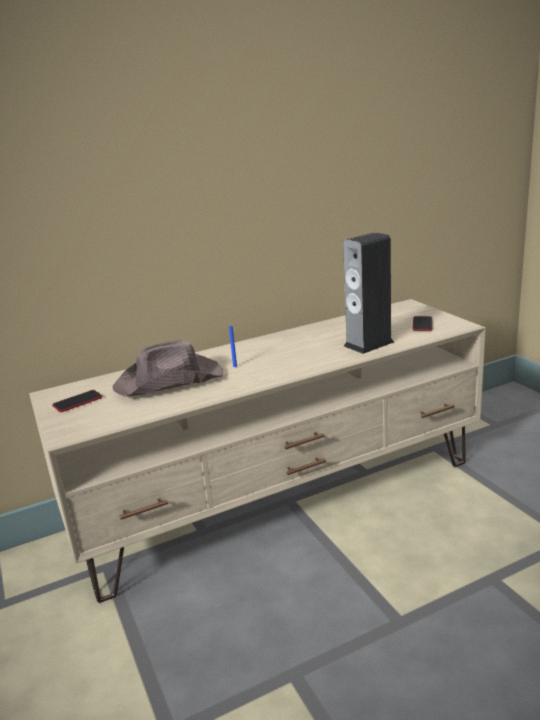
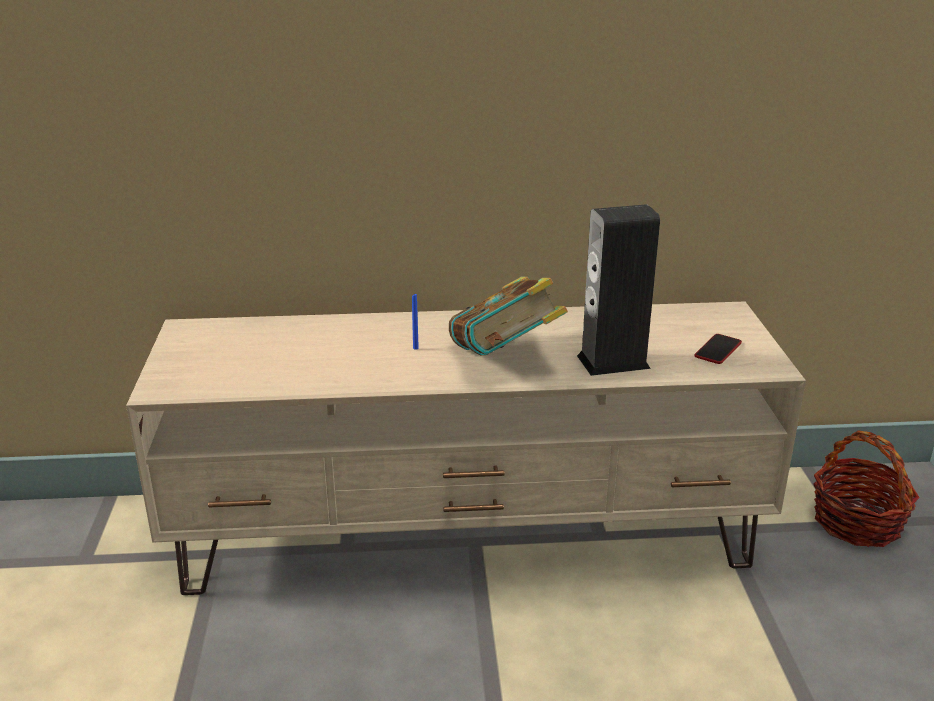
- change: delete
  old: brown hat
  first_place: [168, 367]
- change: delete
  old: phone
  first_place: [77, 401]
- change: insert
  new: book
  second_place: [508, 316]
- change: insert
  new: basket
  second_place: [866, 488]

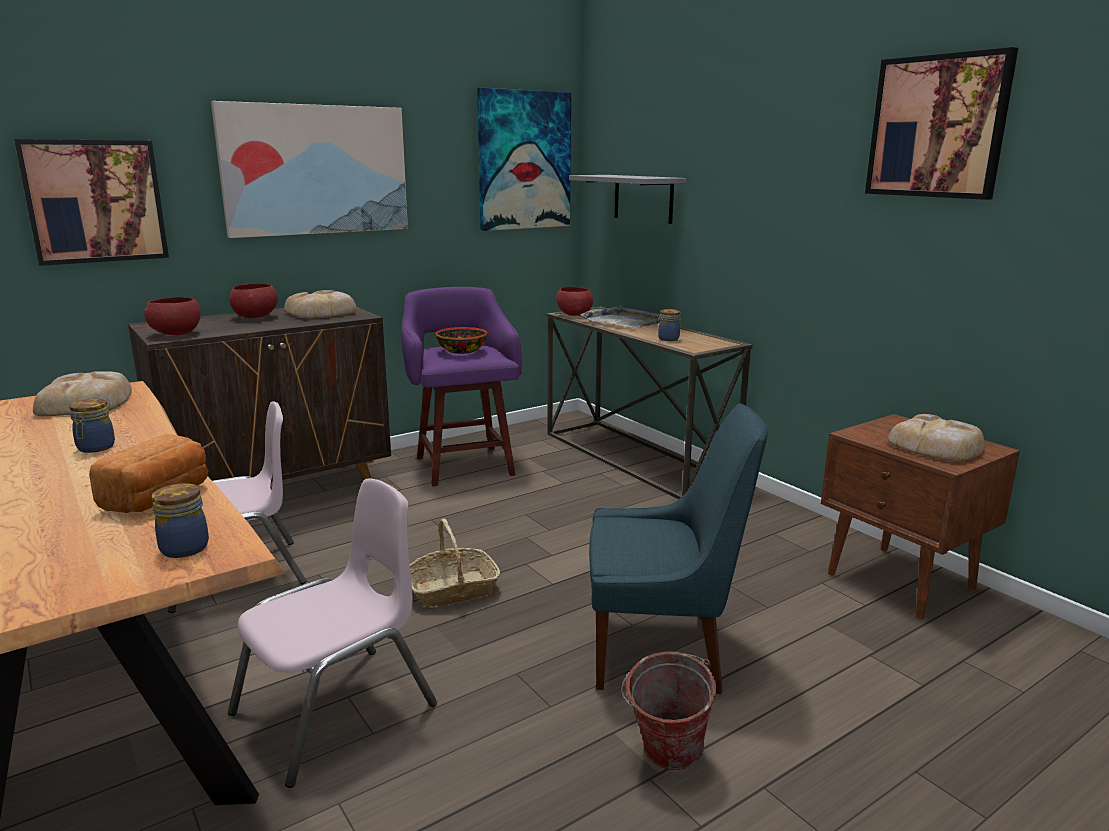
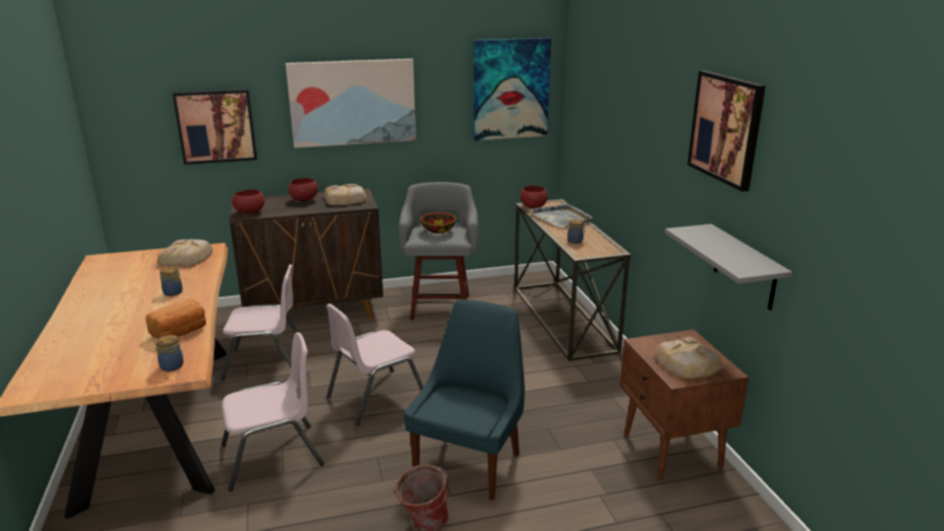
- change: move
  old: grey shelf
  first_place: [627, 199]
  second_place: [728, 267]
- change: recolor
  old: purple stool
  new: grey stool
  first_place: [461, 386]
  second_place: [438, 251]
- change: rotate
  old: blue chair
  first_place: [678, 549]
  second_place: [464, 400]
  degrees: -90
- change: replace
  old: basket
  new: pink chair
  first_place: [455, 563]
  second_place: [375, 364]

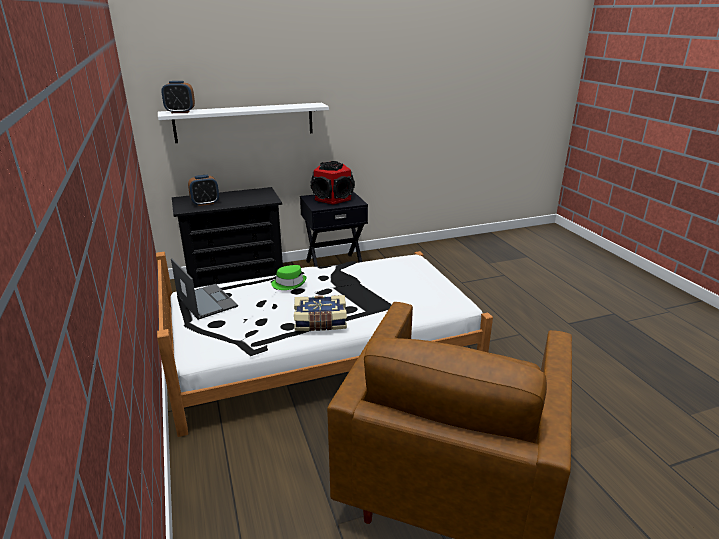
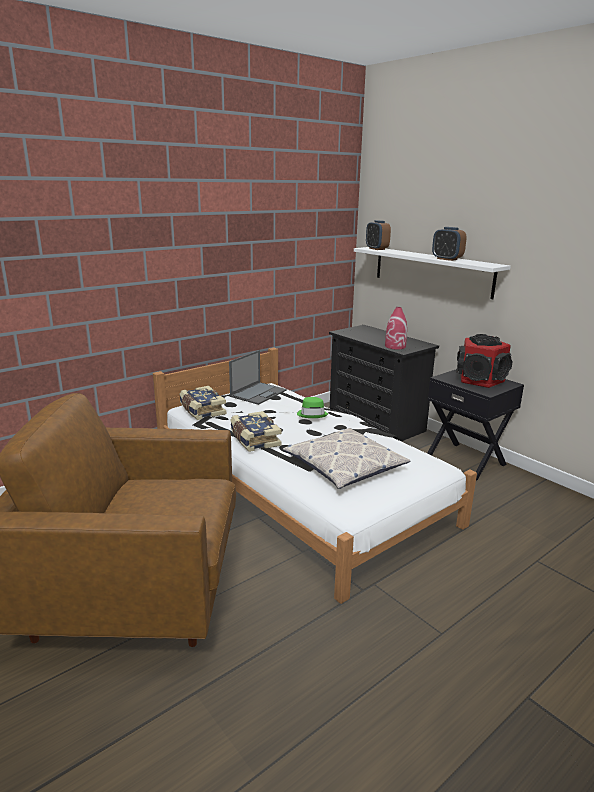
- change: move
  old: alarm clock
  first_place: [203, 190]
  second_place: [449, 244]
- change: insert
  new: red vase
  second_place: [396, 328]
- change: insert
  new: book
  second_place: [202, 403]
- change: insert
  new: pillow
  second_place: [346, 458]

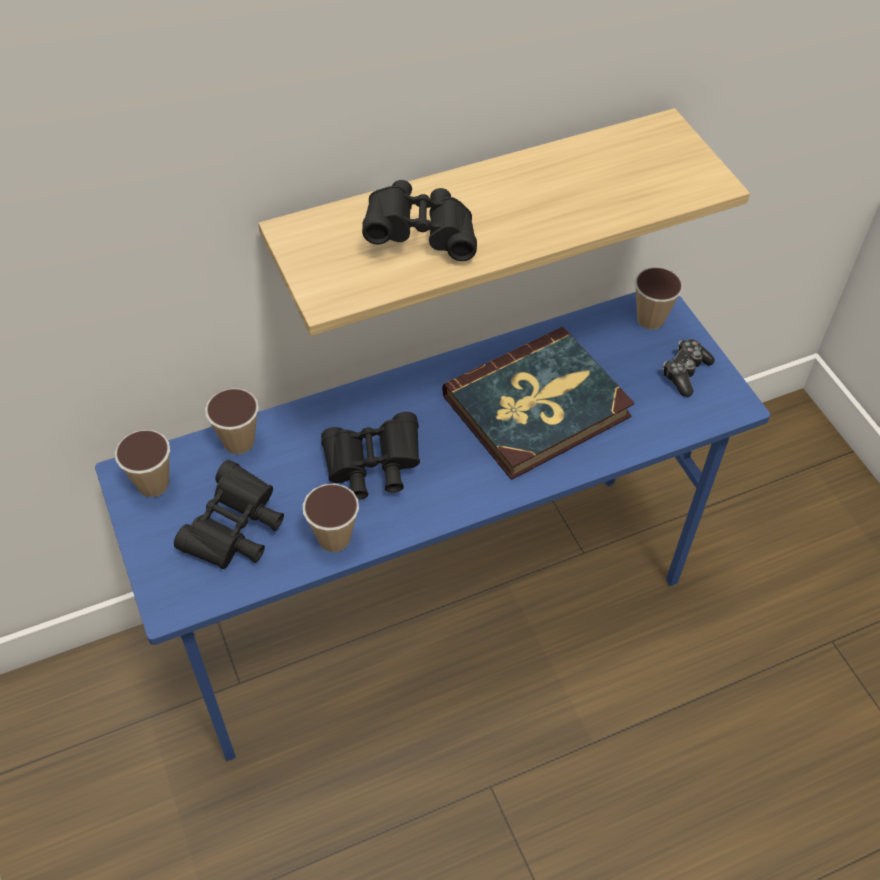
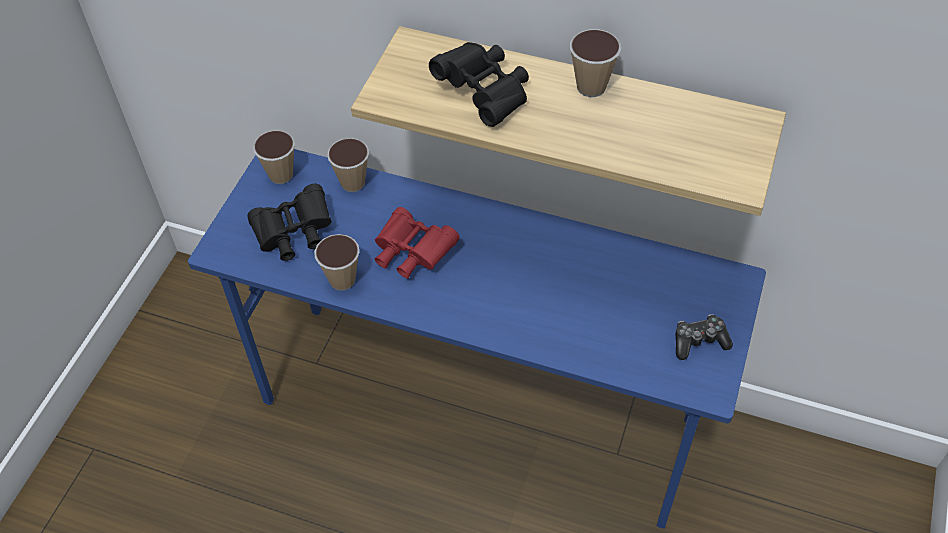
- change: move
  old: cup
  first_place: [659, 298]
  second_place: [595, 63]
- change: delete
  old: book
  first_place: [538, 403]
- change: recolor
  old: black binoculars
  new: red binoculars
  first_place: [370, 456]
  second_place: [417, 242]

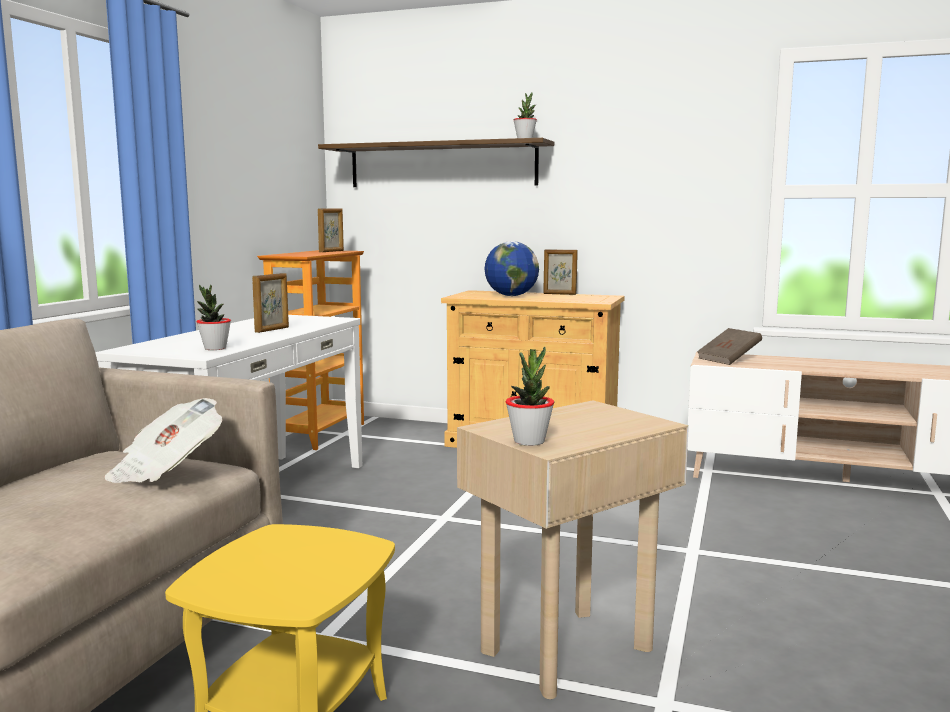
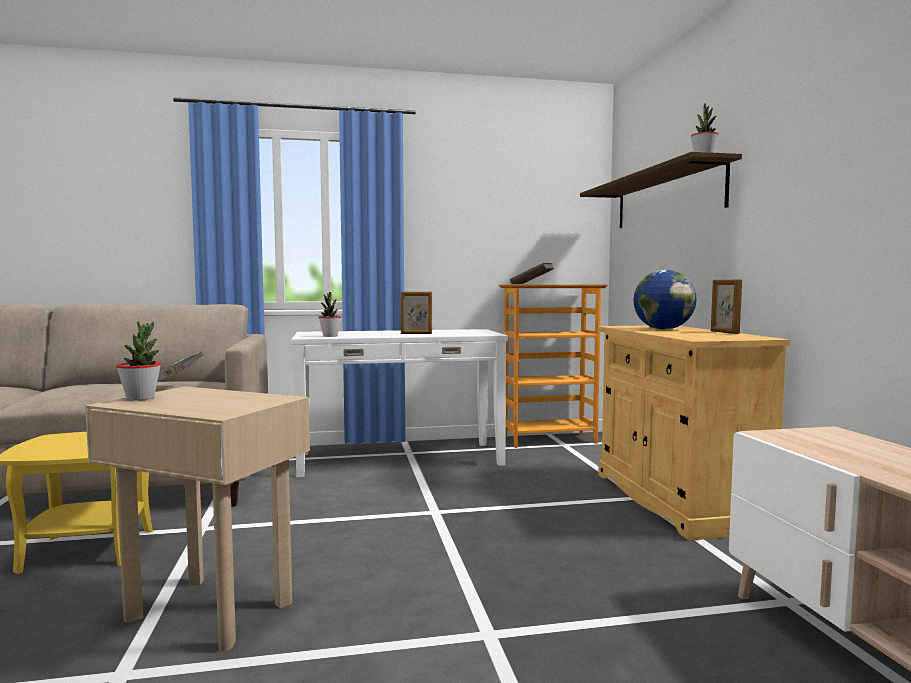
- change: delete
  old: picture frame
  first_place: [331, 230]
- change: move
  old: brown book
  first_place: [729, 346]
  second_place: [532, 273]

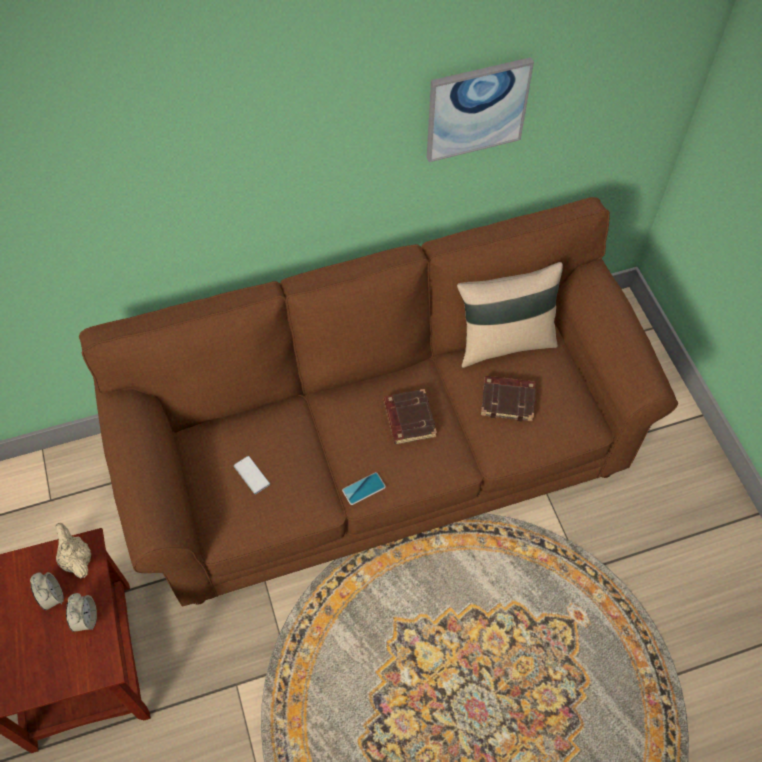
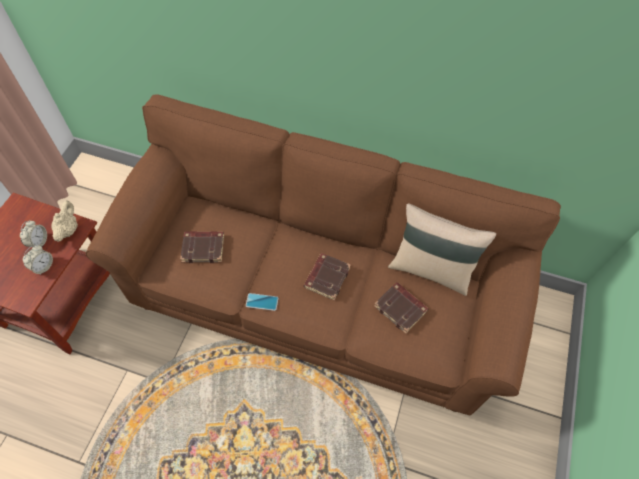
- change: delete
  old: picture
  first_place: [480, 109]
- change: replace
  old: phone
  new: brown book
  first_place: [252, 475]
  second_place: [202, 247]

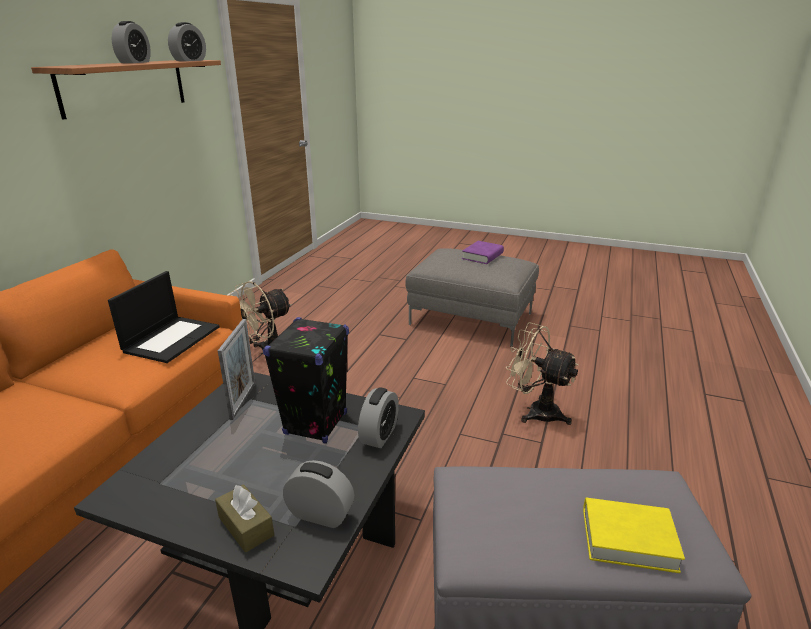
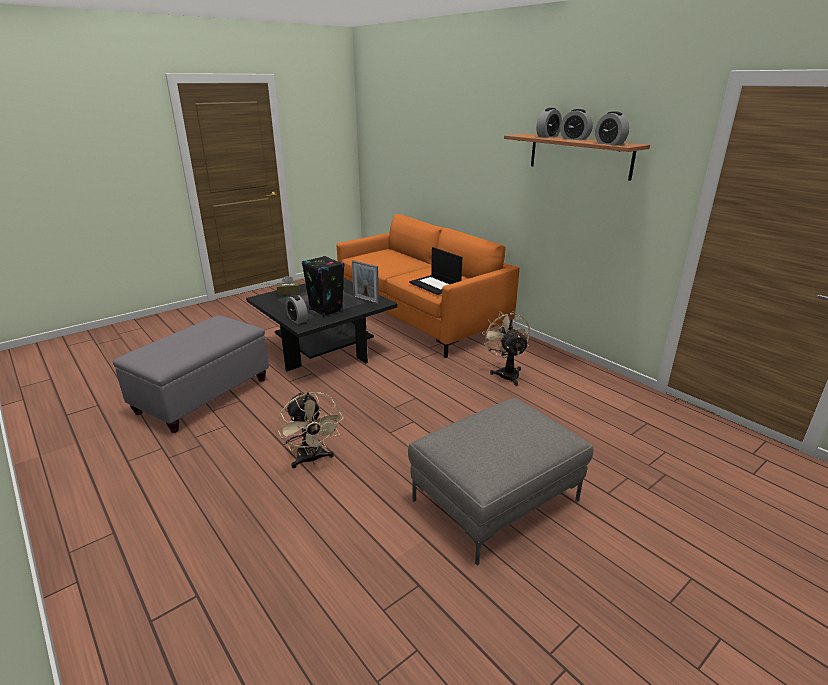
- change: delete
  old: purple book
  first_place: [483, 252]
- change: rotate
  old: beige fan
  first_place: [542, 373]
  second_place: [310, 430]
  degrees: 90
- change: move
  old: alarm clock
  first_place: [318, 494]
  second_place: [549, 123]
- change: delete
  old: yellow book
  first_place: [634, 535]

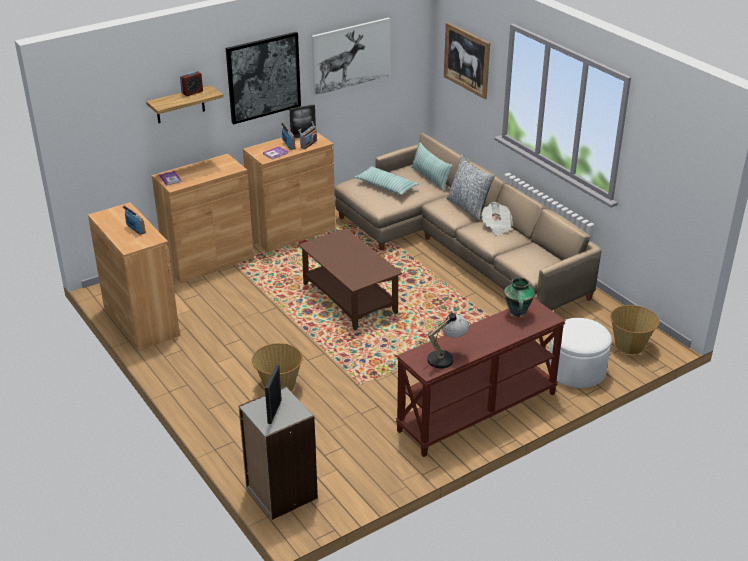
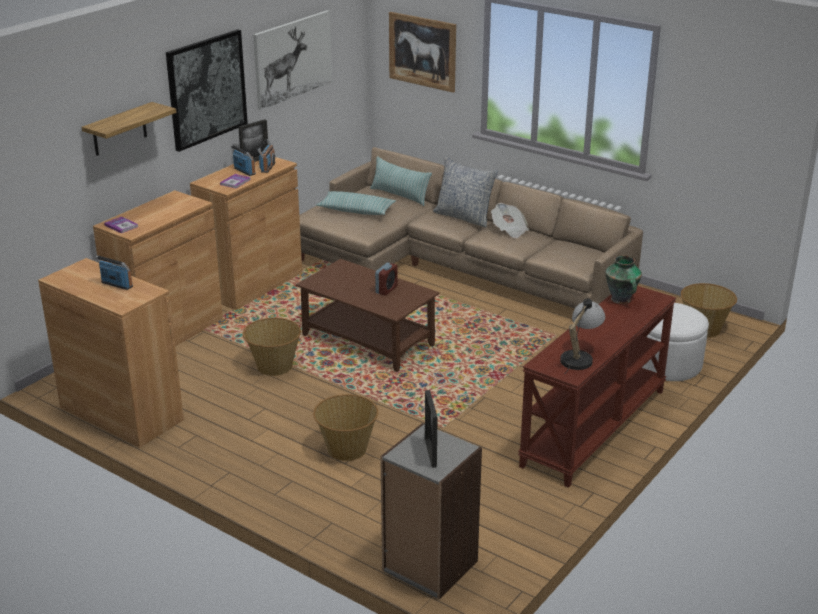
- change: move
  old: alarm clock
  first_place: [191, 83]
  second_place: [386, 279]
- change: insert
  new: basket
  second_place: [271, 347]

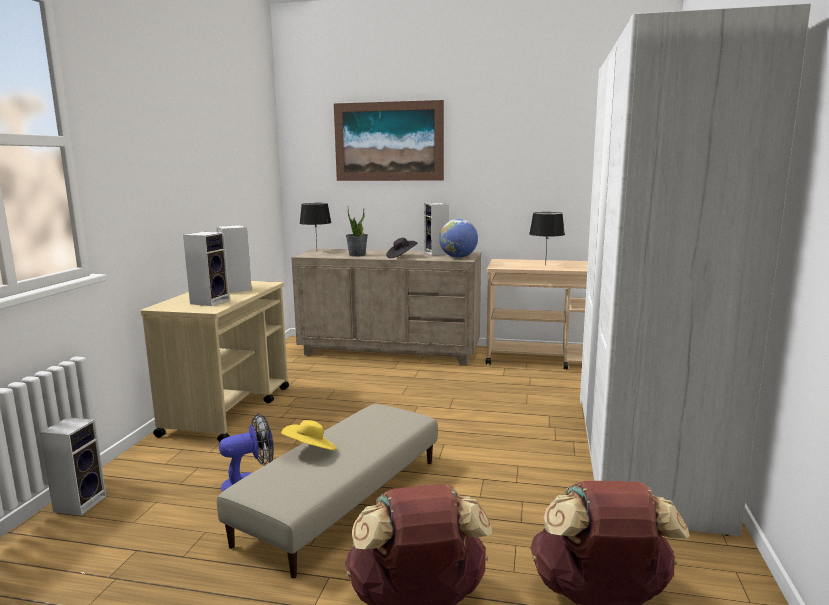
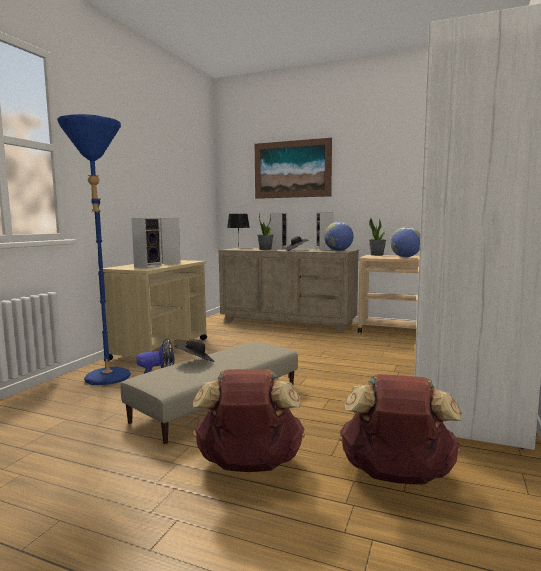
- change: replace
  old: black table lamp
  new: globe
  first_place: [547, 239]
  second_place: [405, 242]
- change: move
  old: speaker
  first_place: [73, 466]
  second_place: [278, 231]
- change: recolor
  old: yellow hat
  new: black hat
  first_place: [309, 435]
  second_place: [194, 350]
- change: insert
  new: blue floor lamp
  second_place: [94, 249]
- change: insert
  new: potted plant
  second_place: [377, 236]

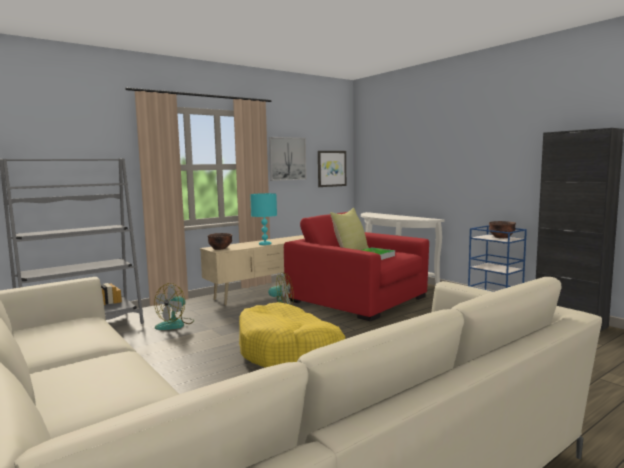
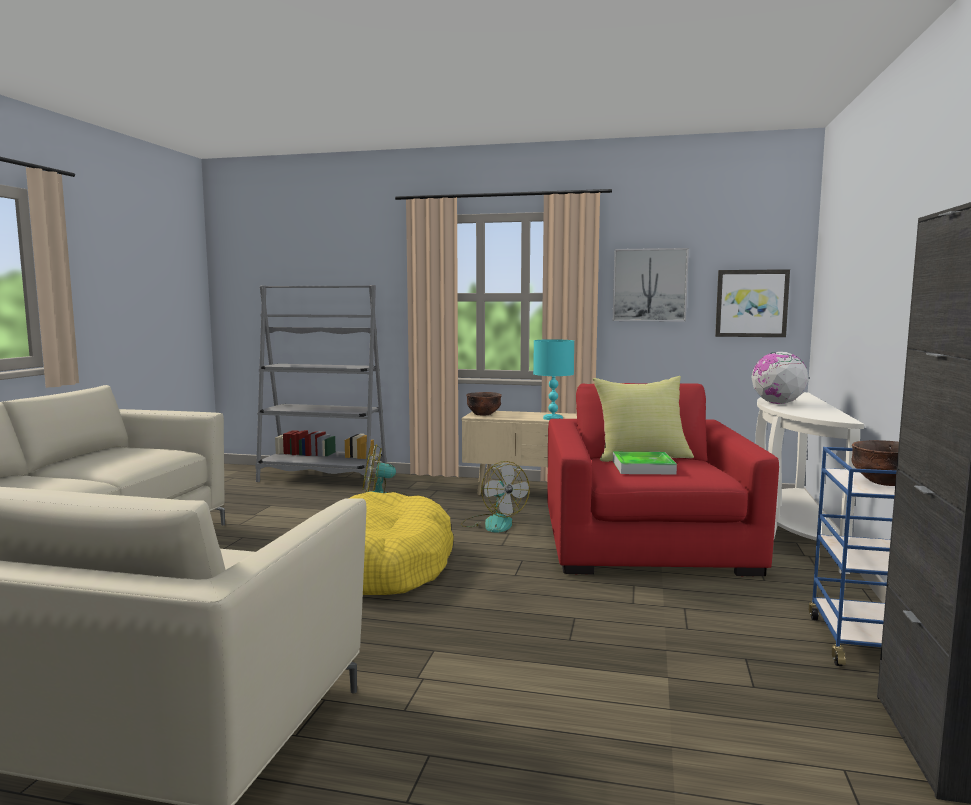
- change: insert
  new: globe
  second_place: [780, 378]

